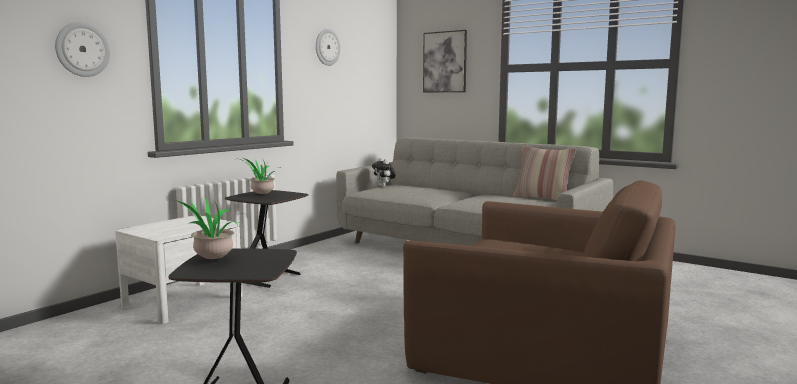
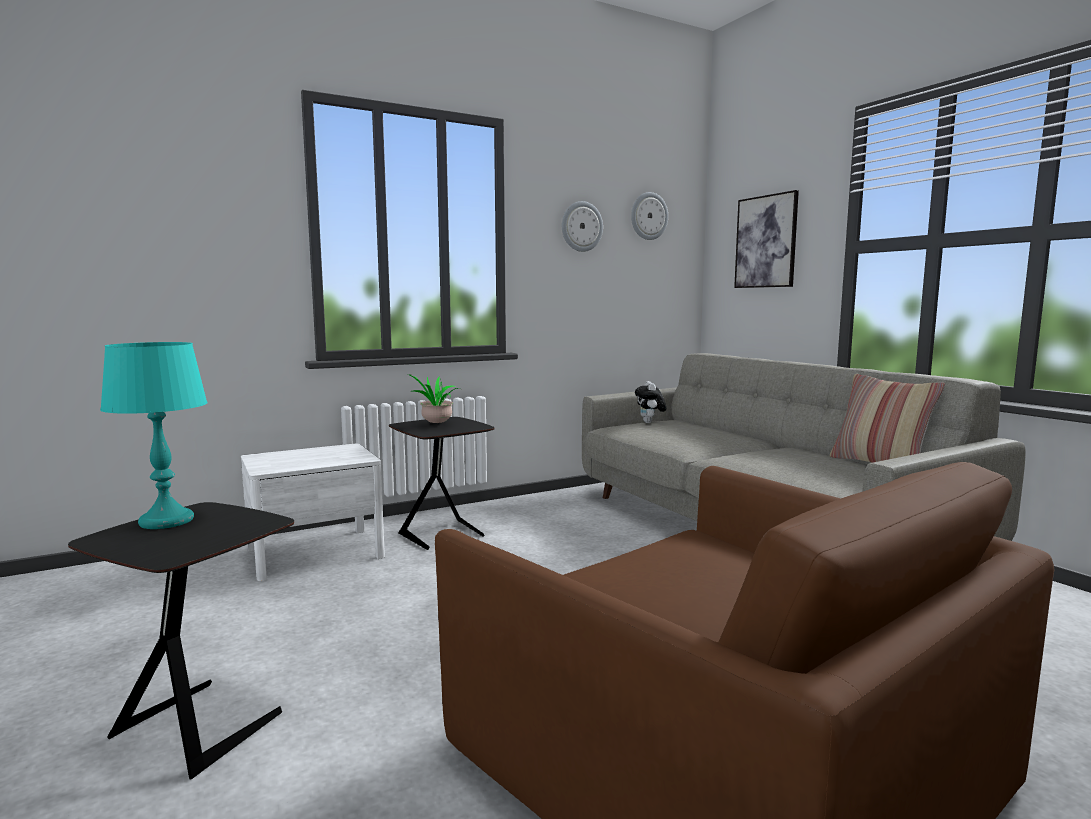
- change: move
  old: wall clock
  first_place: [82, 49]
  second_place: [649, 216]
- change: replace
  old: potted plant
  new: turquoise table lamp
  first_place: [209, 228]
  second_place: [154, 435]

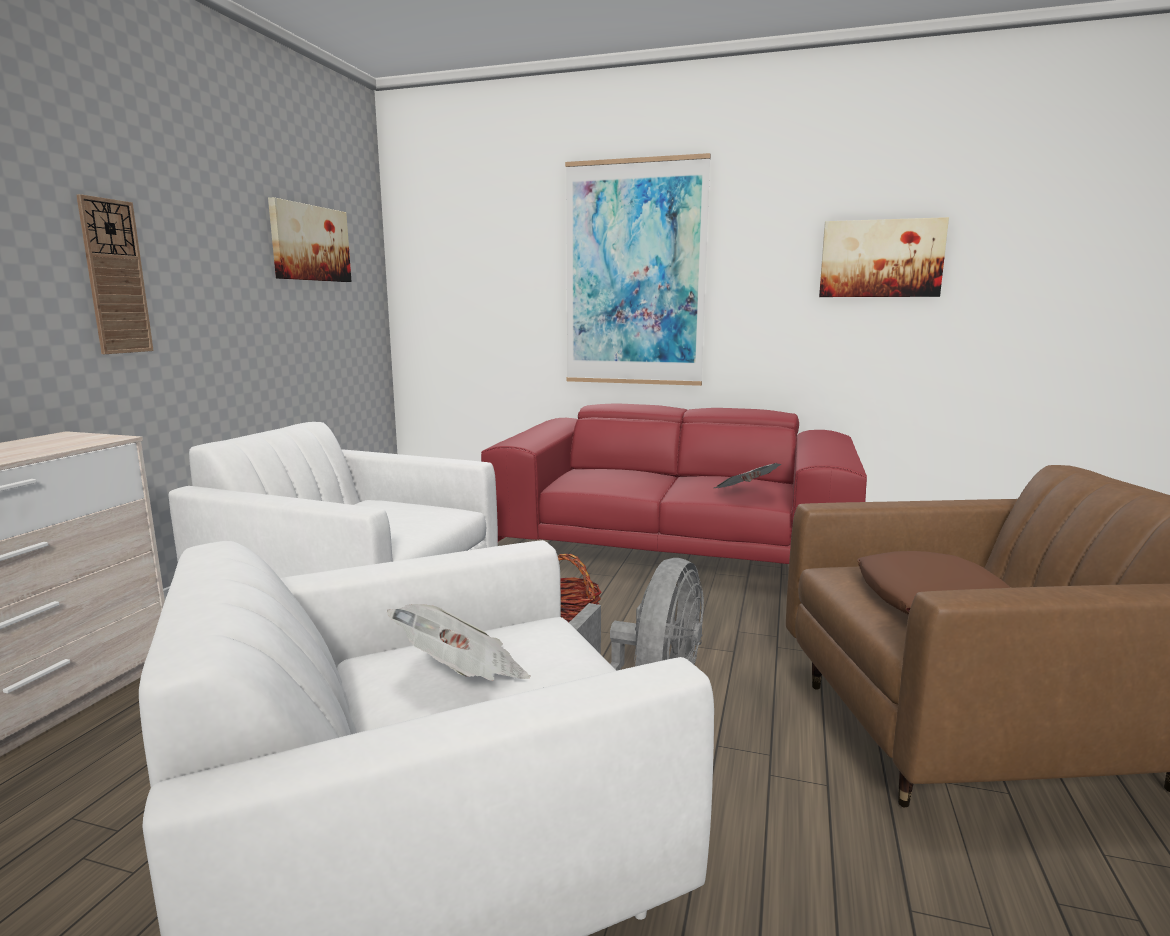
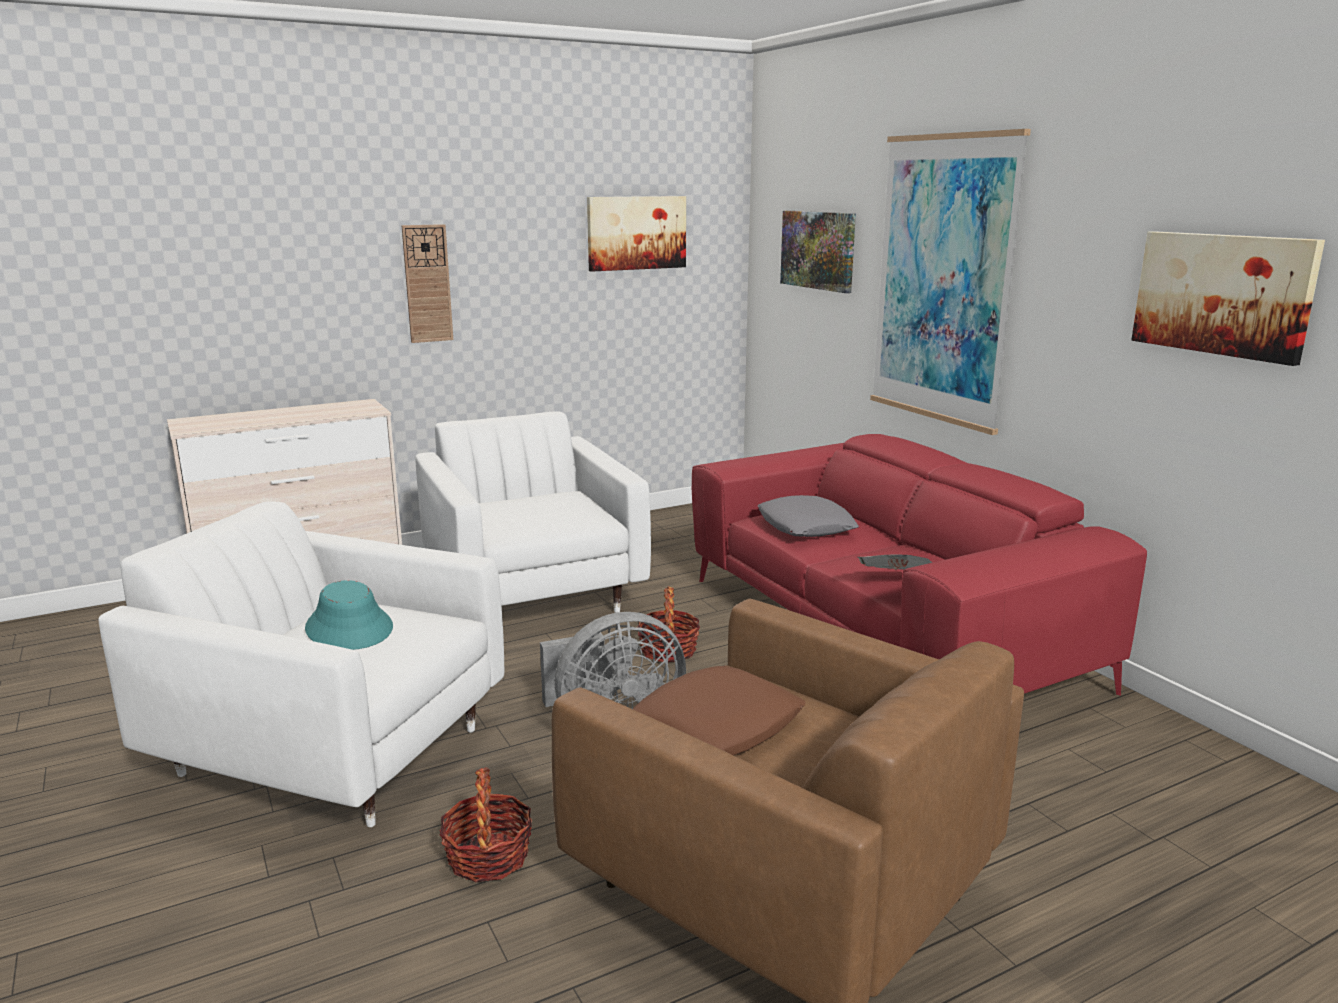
- change: replace
  old: newspaper
  new: turquoise hat
  first_place: [459, 642]
  second_place: [349, 615]
- change: insert
  new: picture
  second_place: [818, 252]
- change: insert
  new: grey pillow
  second_place: [808, 516]
- change: insert
  new: basket
  second_place: [486, 824]

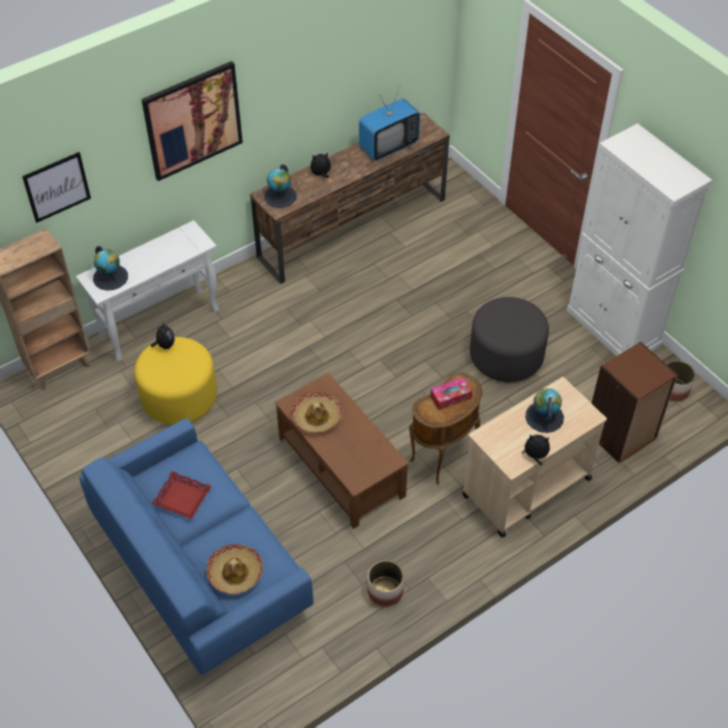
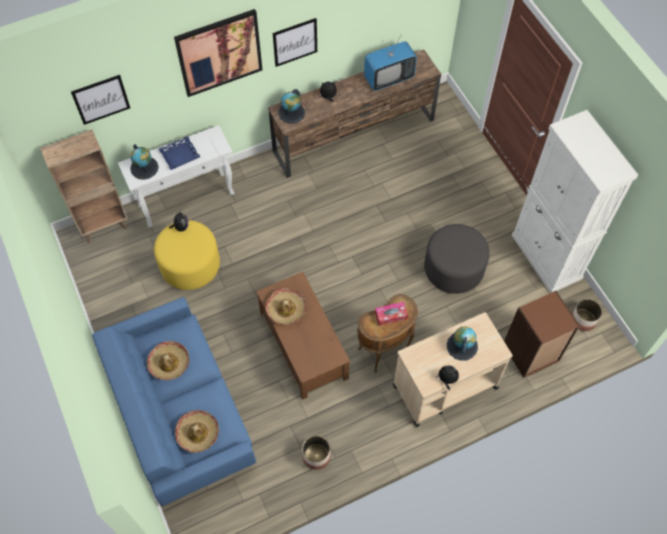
- change: replace
  old: red tray
  new: hat
  first_place: [181, 495]
  second_place: [168, 360]
- change: insert
  new: picture
  second_place: [295, 42]
- change: insert
  new: blue tray
  second_place: [179, 153]

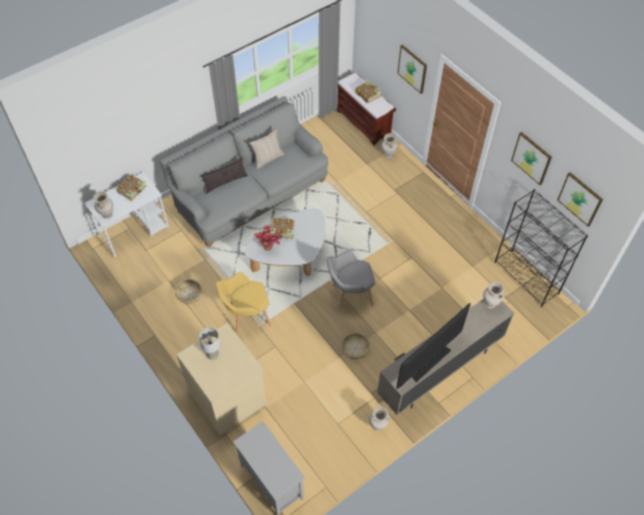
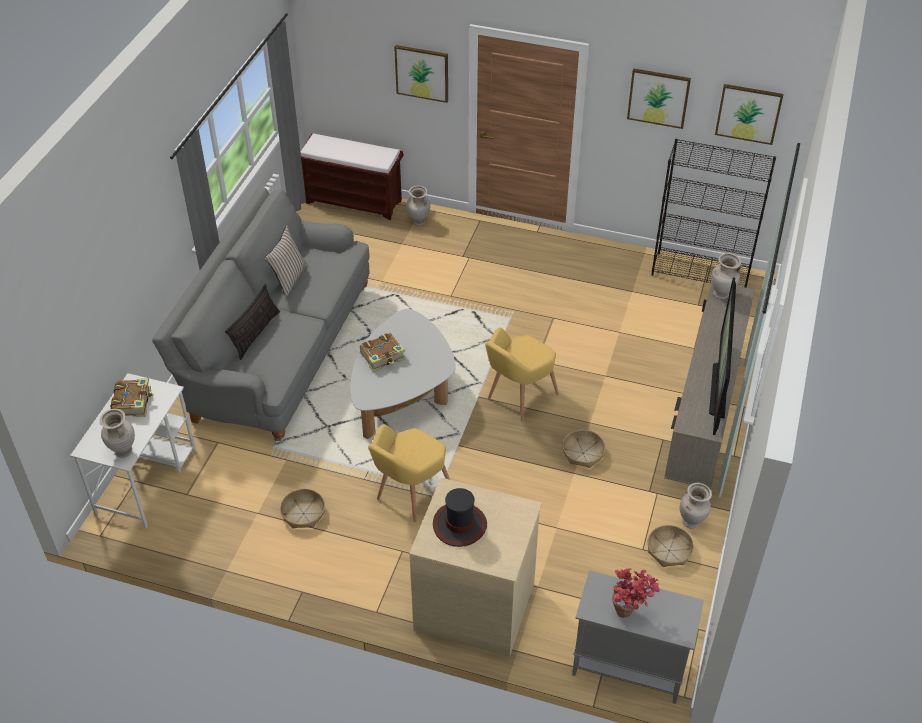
- change: delete
  old: book
  first_place: [368, 91]
- change: move
  old: potted plant
  first_place: [267, 238]
  second_place: [636, 593]
- change: recolor
  old: grey armchair
  new: yellow armchair
  first_place: [350, 280]
  second_place: [522, 374]
- change: replace
  old: grey table lamp
  new: hat
  first_place: [209, 344]
  second_place: [460, 517]
- change: insert
  new: basket
  second_place: [671, 546]

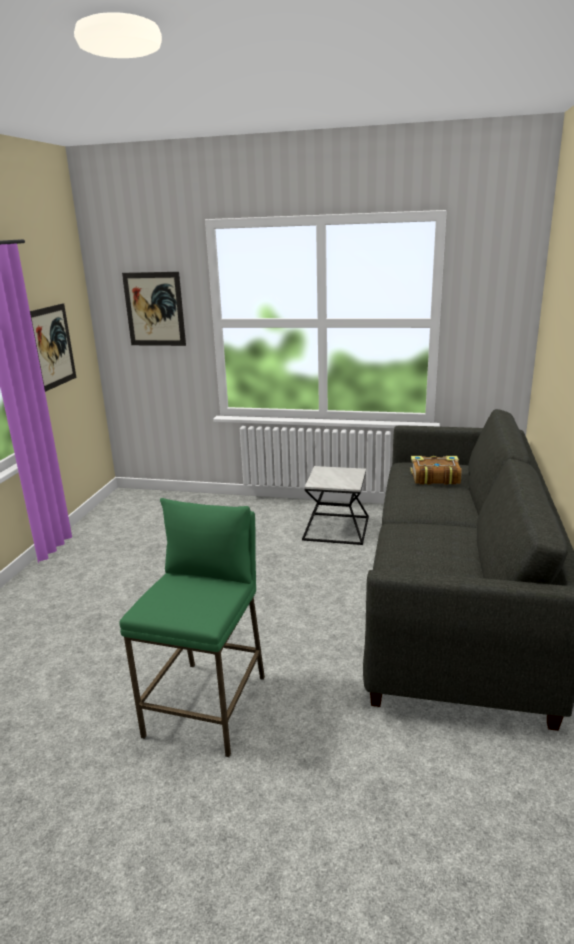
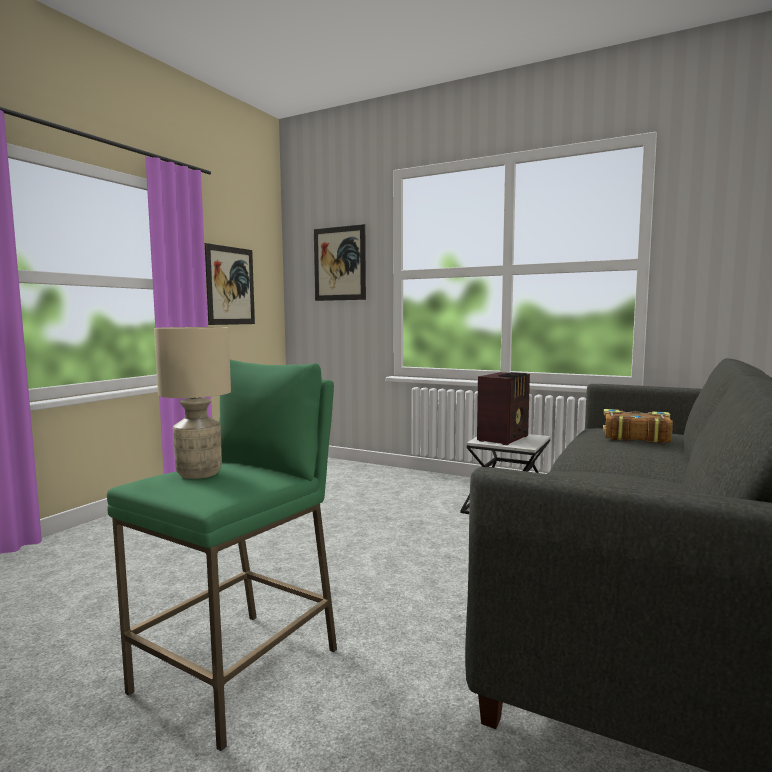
- change: insert
  new: beige table lamp
  second_place: [192, 403]
- change: insert
  new: radio
  second_place: [503, 408]

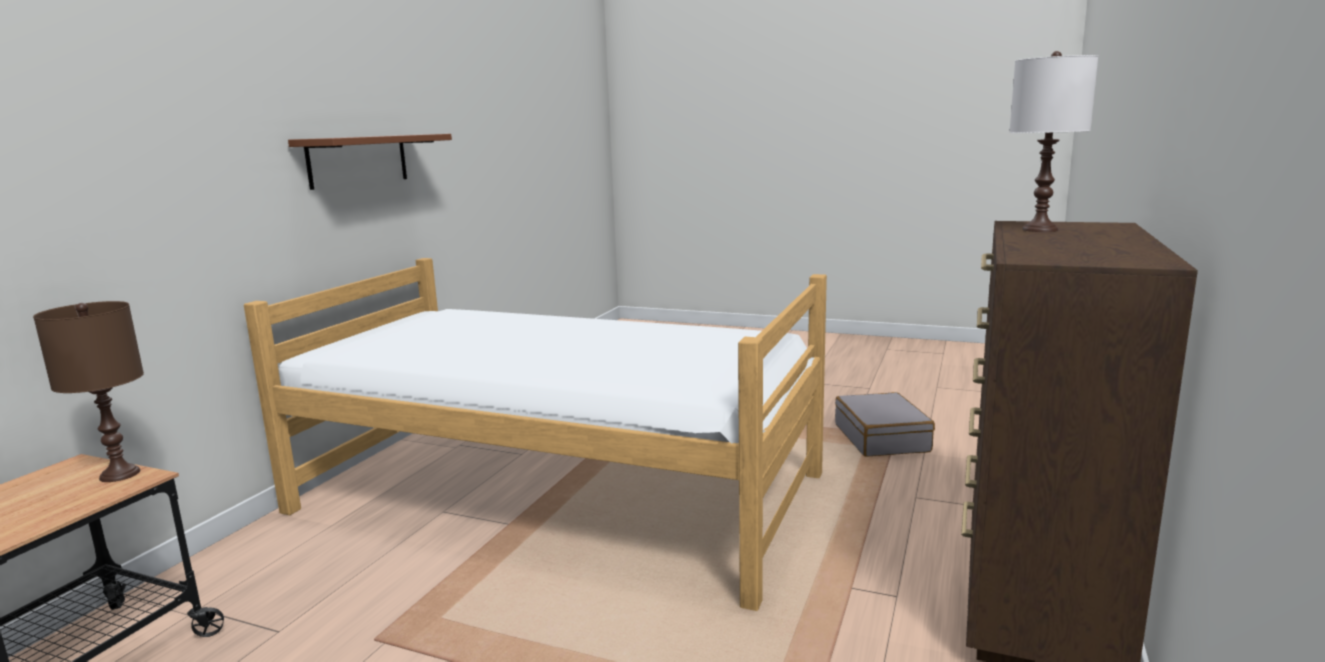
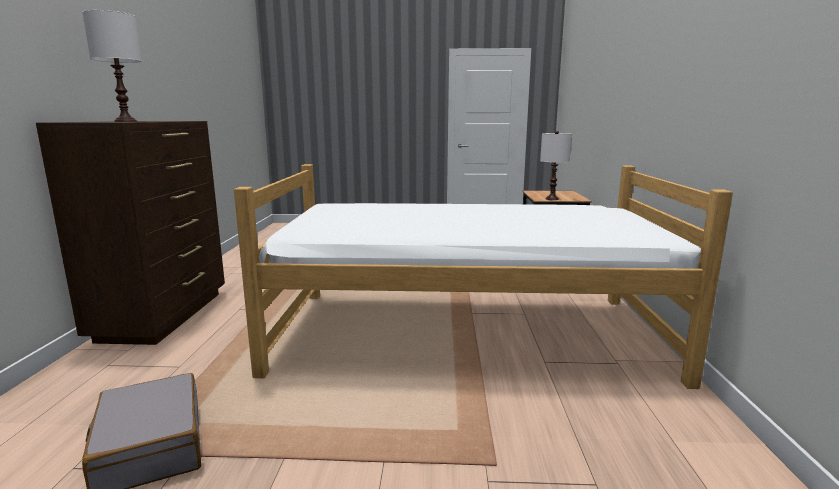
- change: delete
  old: brown shelf
  first_place: [370, 162]
- change: recolor
  old: brown table lamp
  new: white table lamp
  first_place: [88, 391]
  second_place: [556, 165]

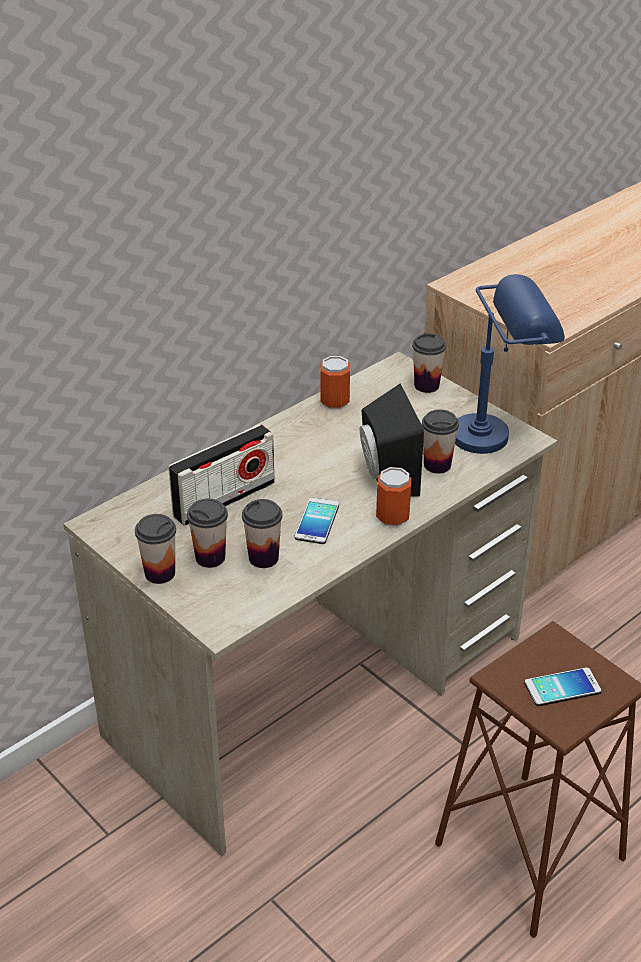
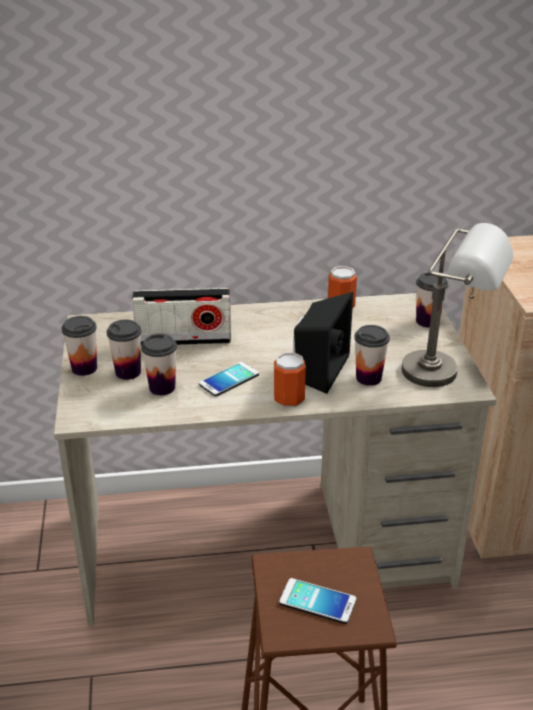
- change: recolor
  old: blue table lamp
  new: grey table lamp
  first_place: [510, 364]
  second_place: [457, 305]

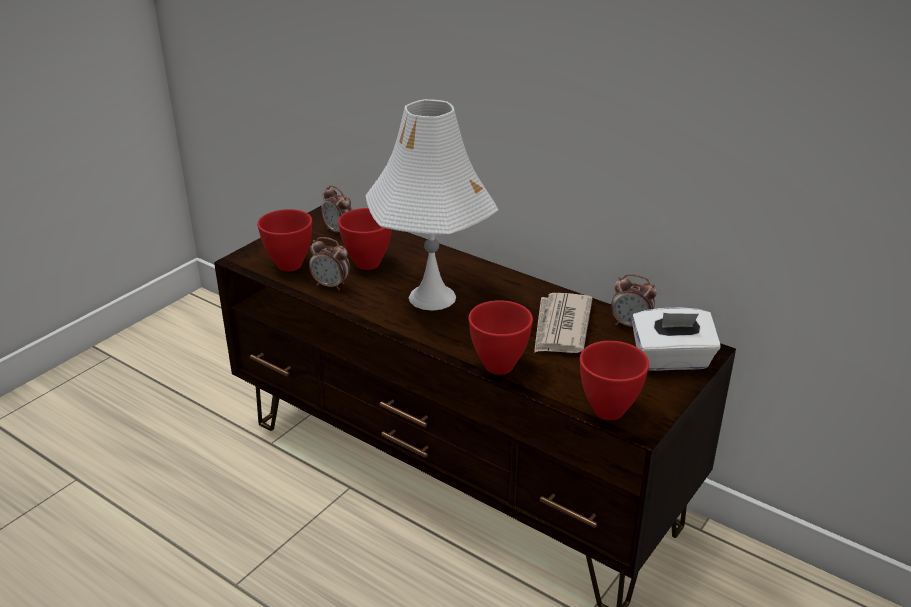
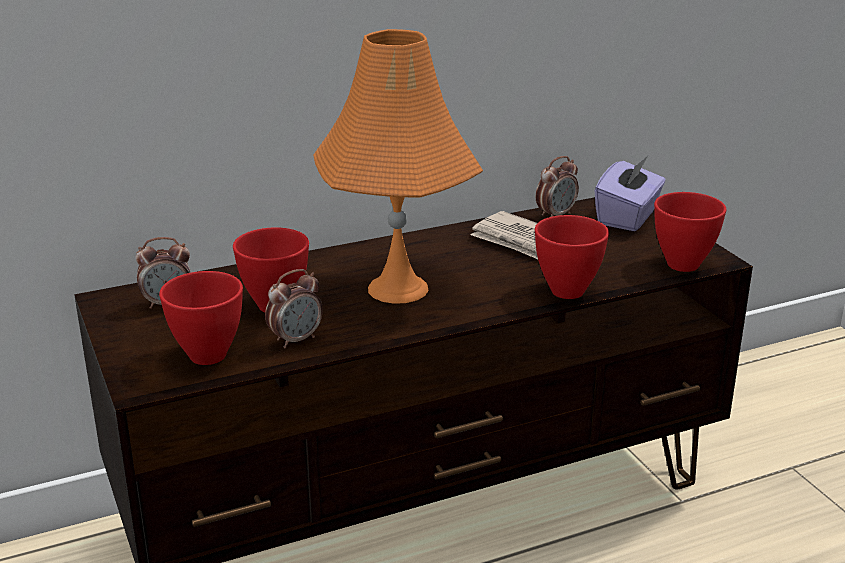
- change: recolor
  old: white table lamp
  new: orange table lamp
  first_place: [432, 205]
  second_place: [398, 166]
- change: recolor
  old: white tissue box
  new: purple tissue box
  first_place: [676, 339]
  second_place: [630, 193]

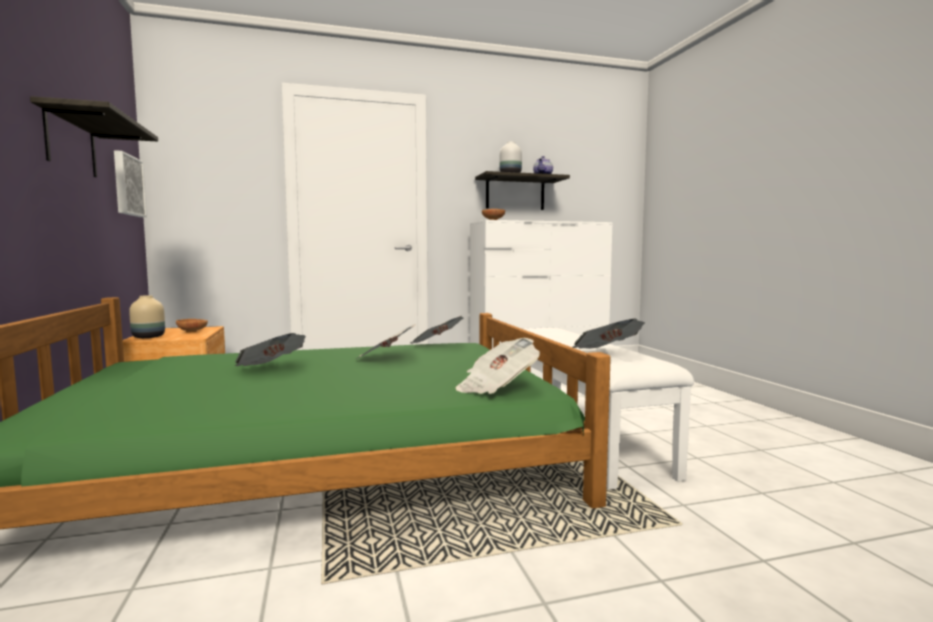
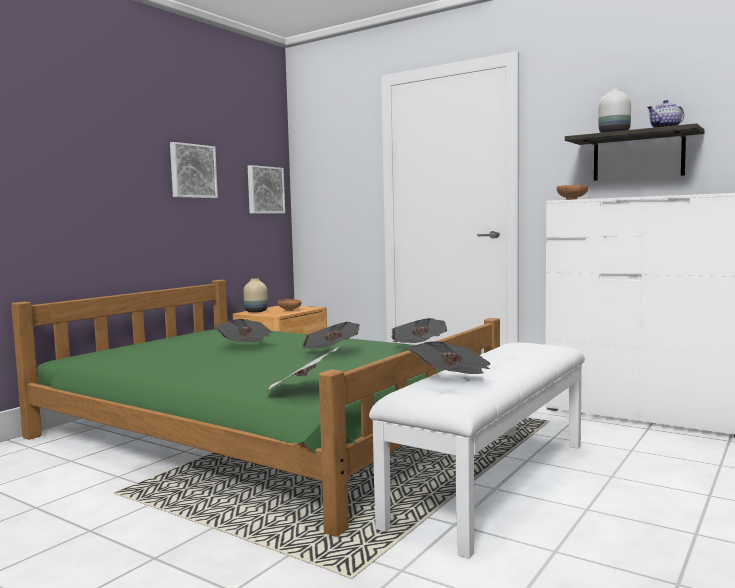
- change: replace
  old: shelf
  new: picture
  first_place: [94, 136]
  second_place: [194, 170]

